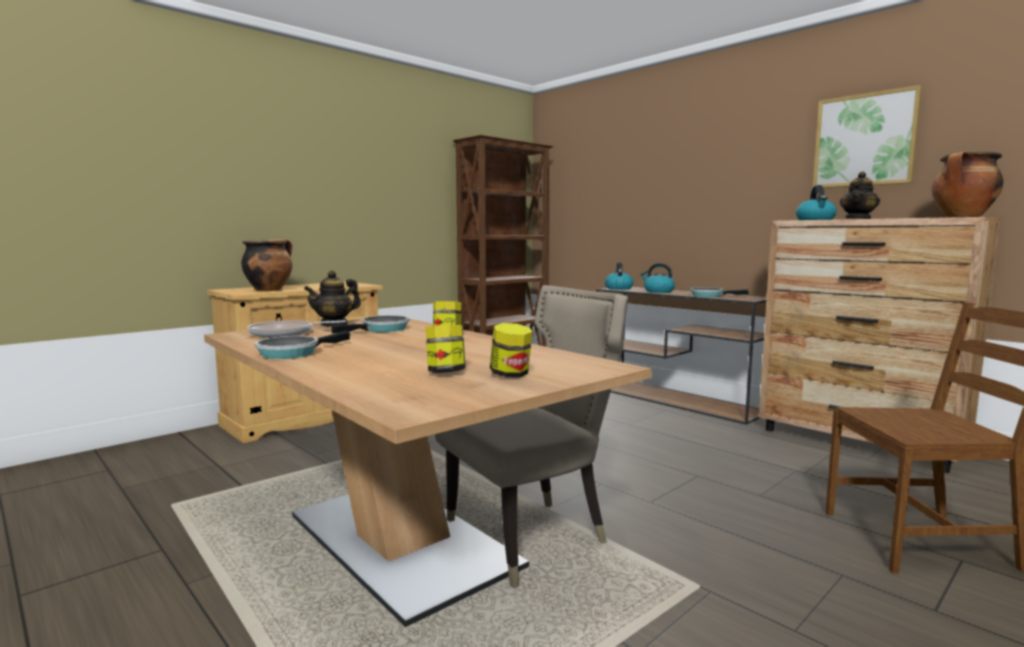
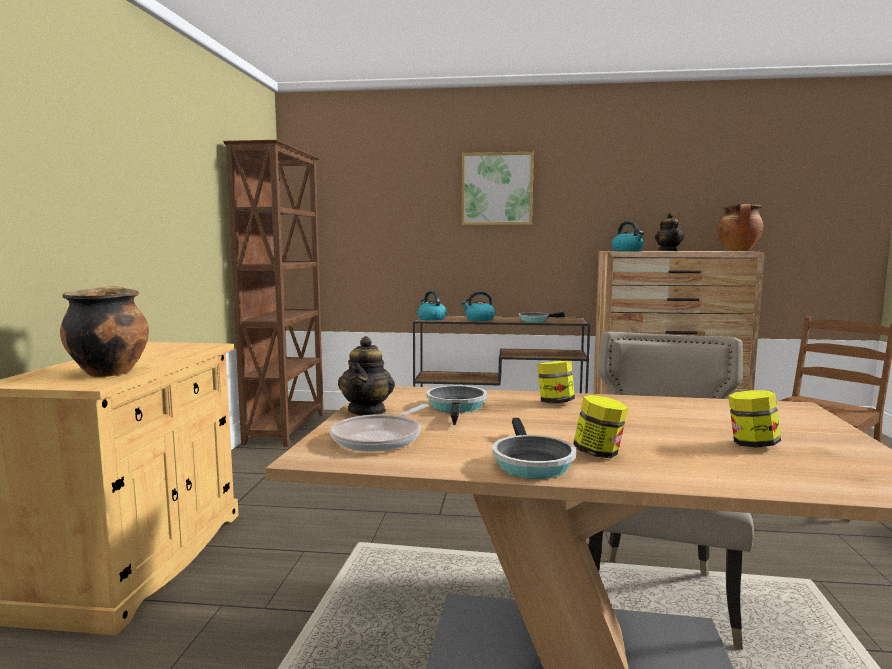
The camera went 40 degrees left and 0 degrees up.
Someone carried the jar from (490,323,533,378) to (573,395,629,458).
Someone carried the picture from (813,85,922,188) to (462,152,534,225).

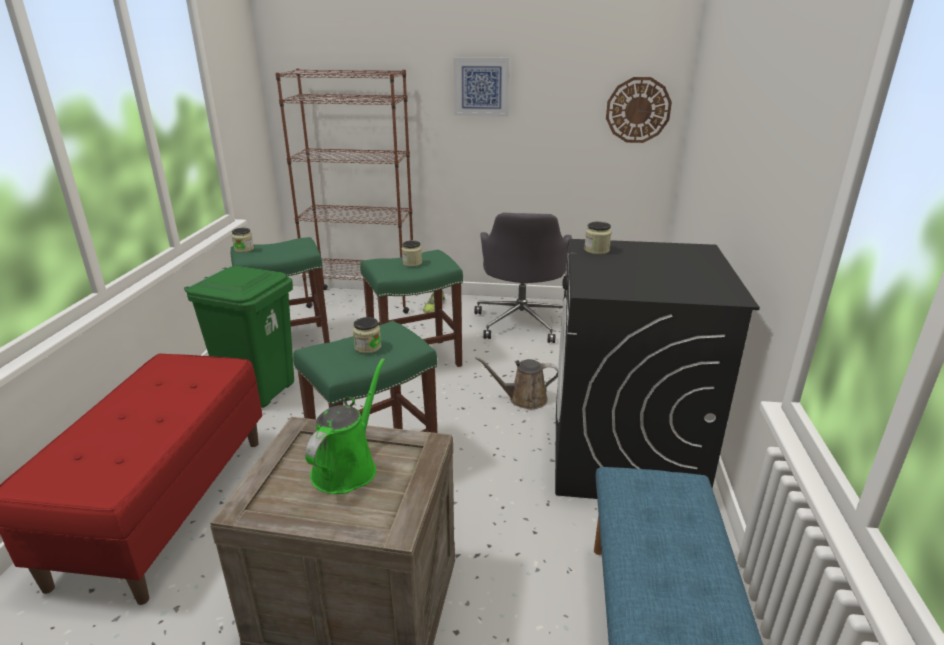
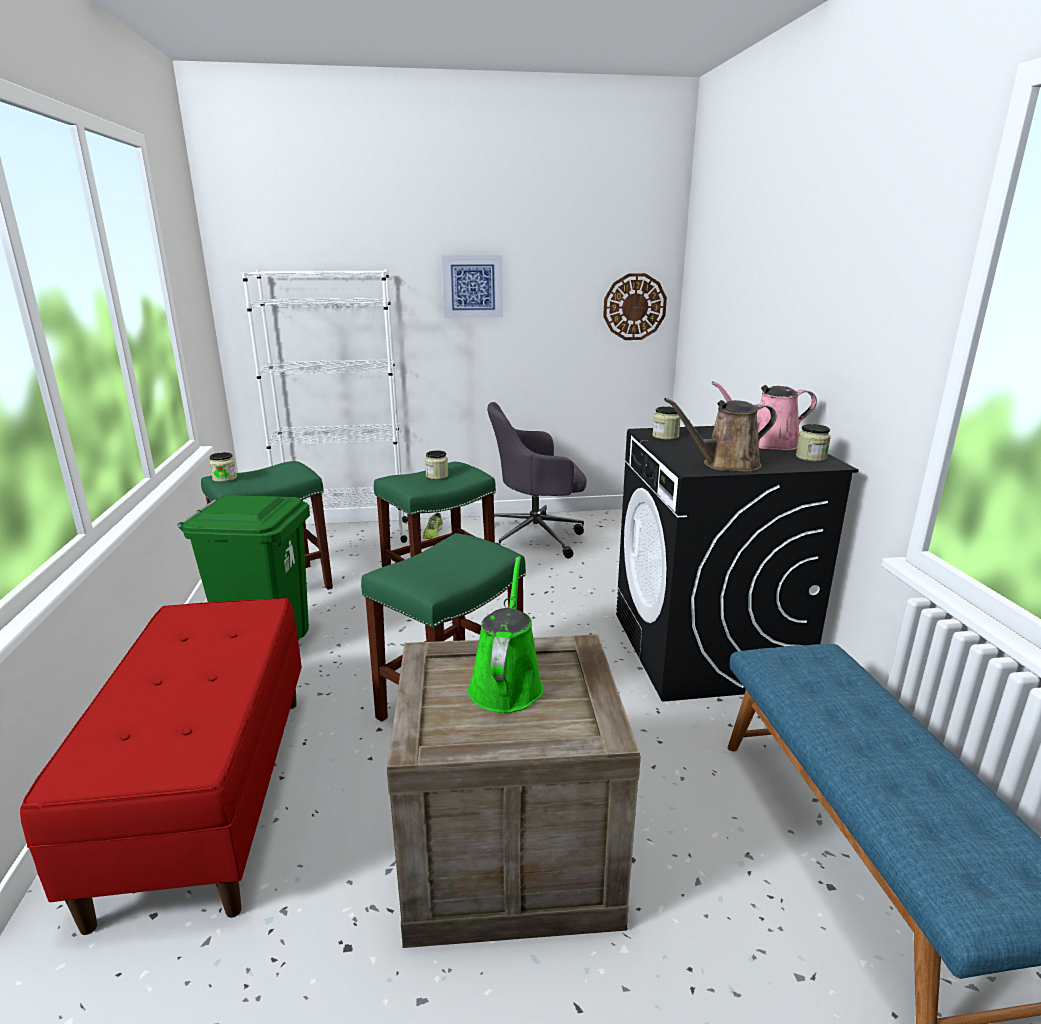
The camera went 15 degrees left and 5 degrees down.
Someone put down the pink watering can at (711,381,817,450).
Someone carried the jar from (353,317,381,353) to (796,424,831,462).
Someone carried the brown watering can from (476,357,558,409) to (664,398,777,472).
Someone repainted the brown bookcase at (275,69,413,314), which became the white bookcase at (242,269,408,543).
Someone rotated the grey office chair at (475,213,572,343) by 90 degrees clockwise.

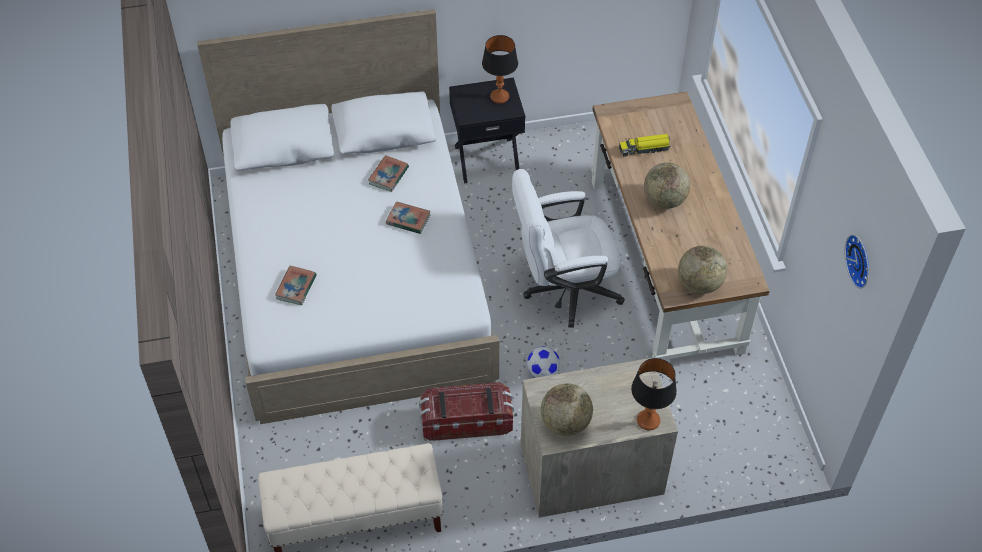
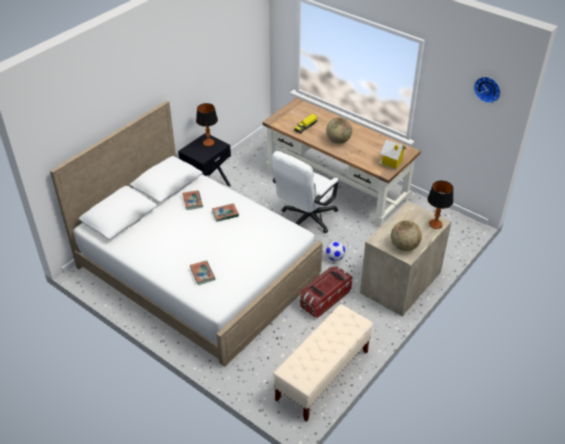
The camera went 40 degrees left and 10 degrees down.
Someone swapped the globe at (678,246,727,294) for the toy house at (378,139,407,170).

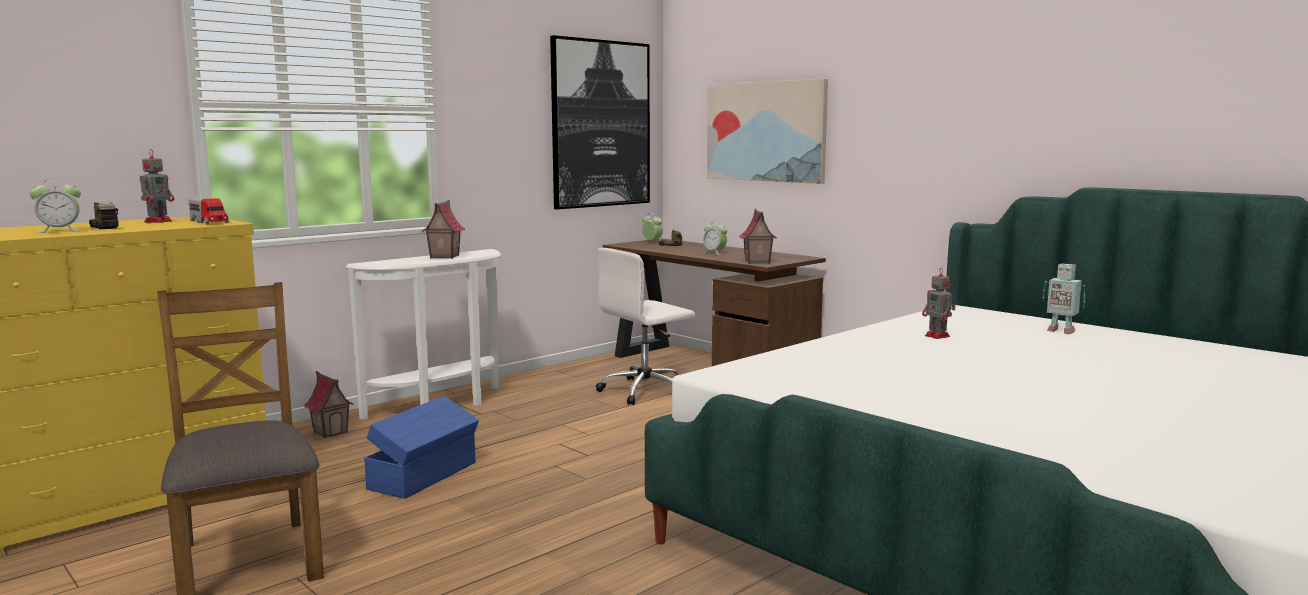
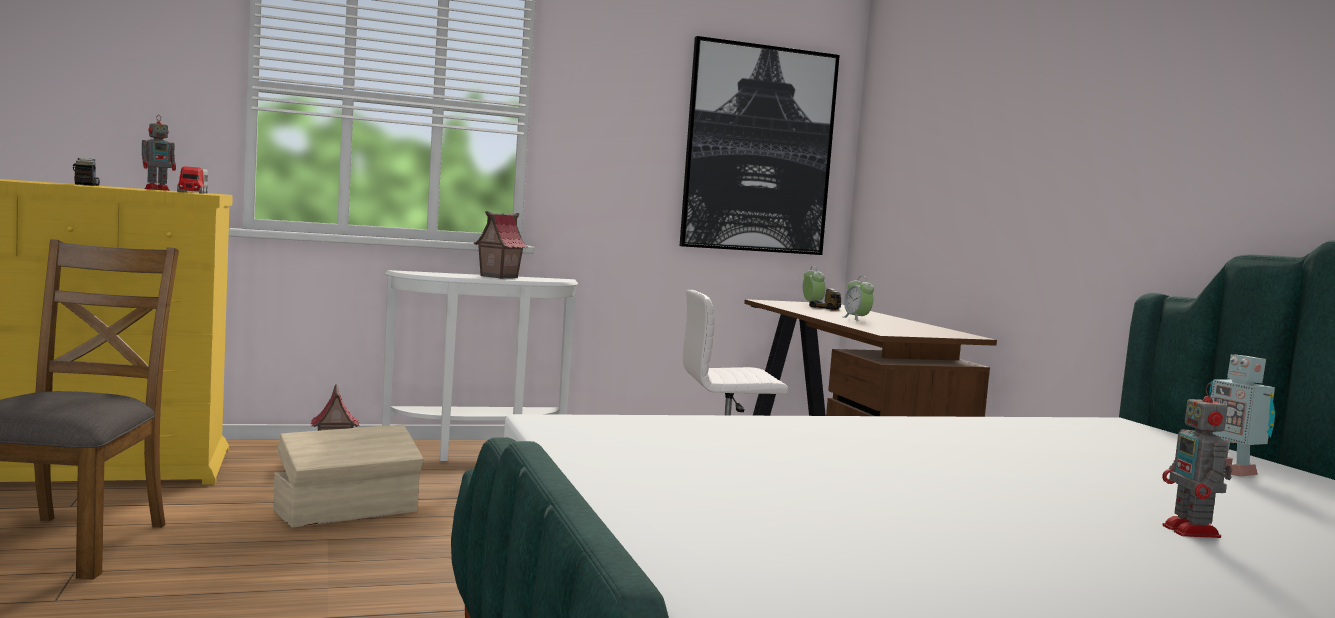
The camera went 25 degrees right and 5 degrees down.
Someone took away the alarm clock at (30,178,81,233).
Someone took away the picture at (707,79,828,184).
Someone took away the toy house at (739,208,778,264).
Someone carried the toy robot from (922,268,955,339) to (1162,383,1232,538).
Someone repainted the blue storage box at (364,396,479,499), which became the beige storage box at (273,425,424,528).

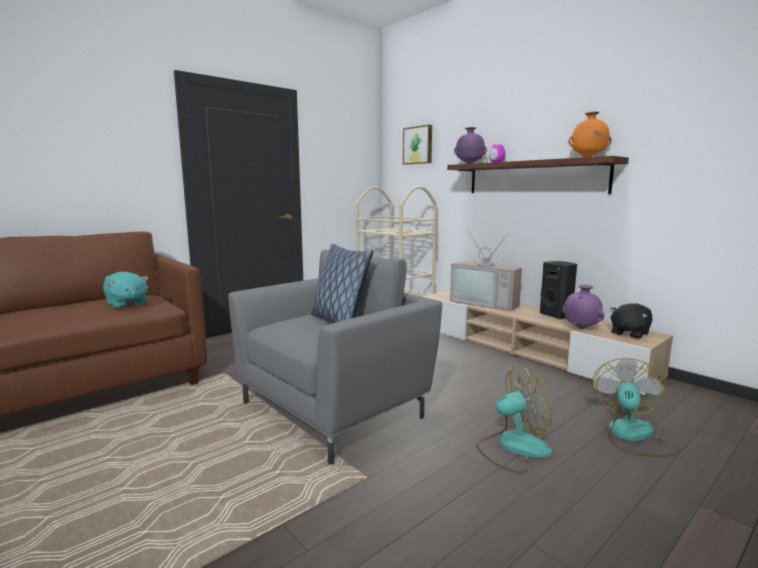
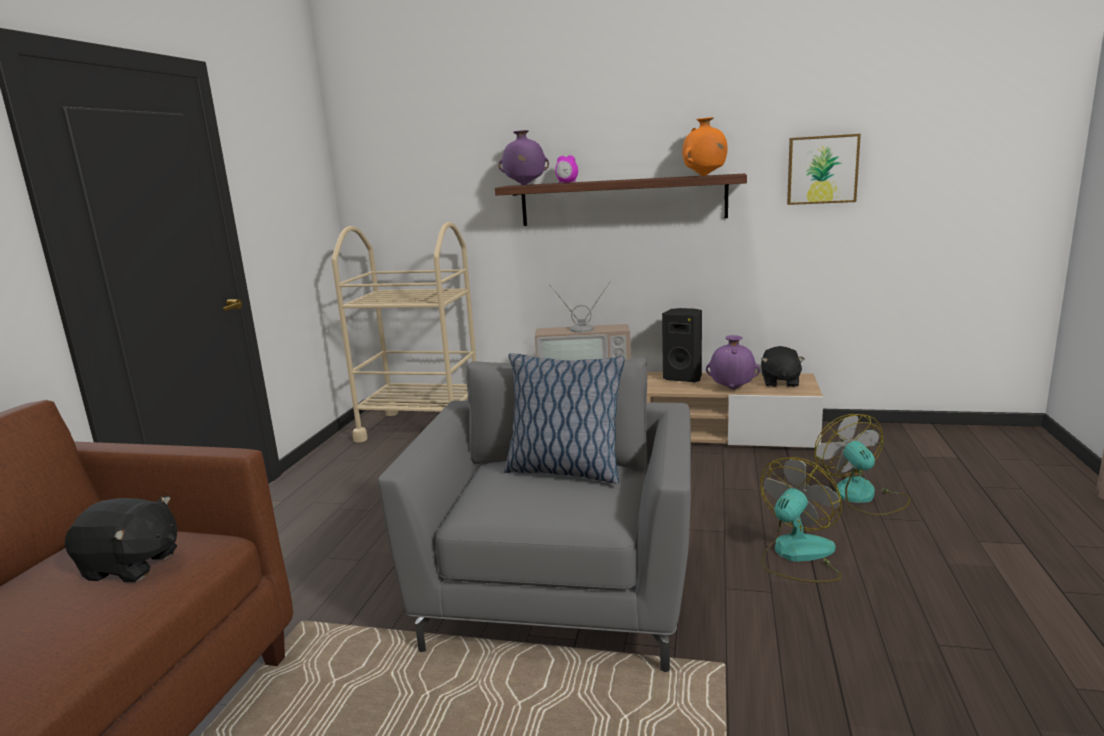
The camera went 35 degrees left and 5 degrees up.
Someone carried the picture from (403,125,432,165) to (787,134,861,205).
Someone repainted the turquoise plush toy at (103,272,149,309), which became the black plush toy at (65,495,177,582).

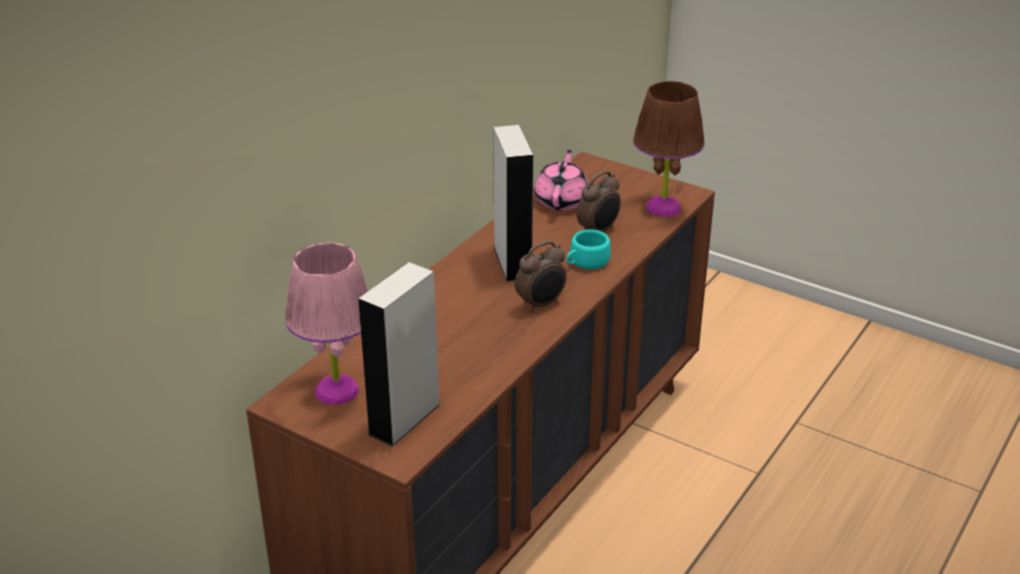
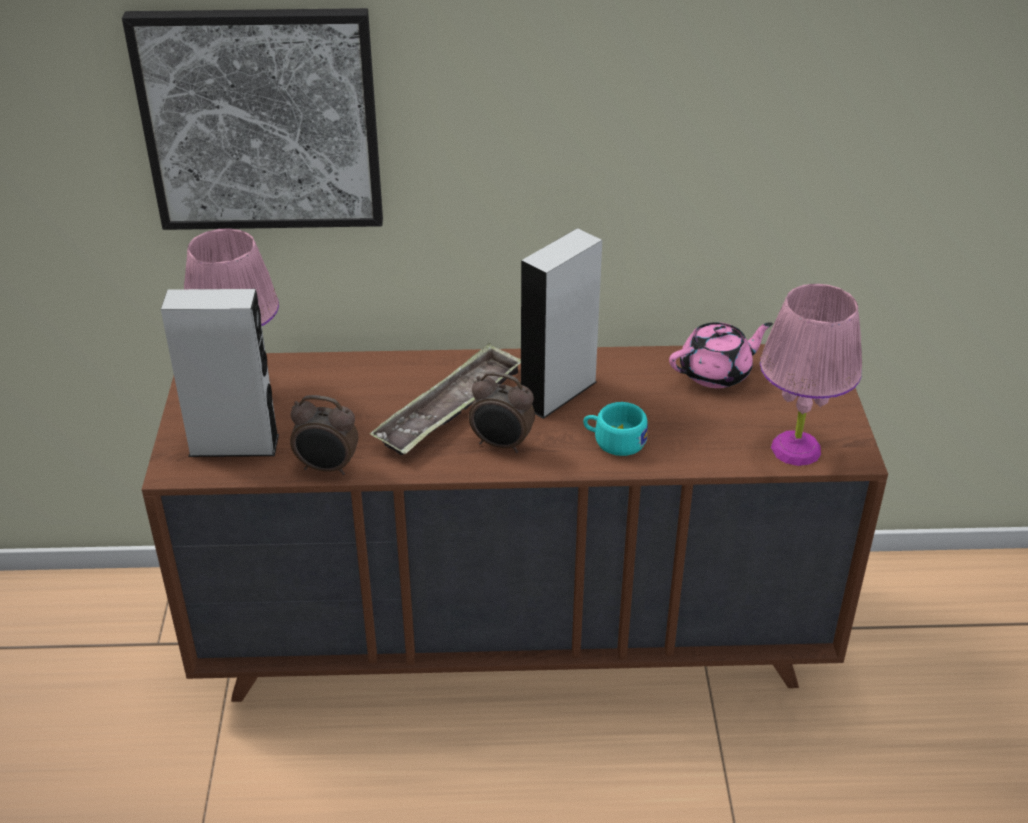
The camera went 55 degrees right and 5 degrees up.
Someone put up the picture at (122,8,383,230).
Someone put down the tray at (369,343,521,456).
Someone carried the alarm clock from (577,171,621,232) to (290,395,358,475).
Someone repainted the brown table lamp at (633,81,705,217), which became the pink table lamp at (760,284,862,466).

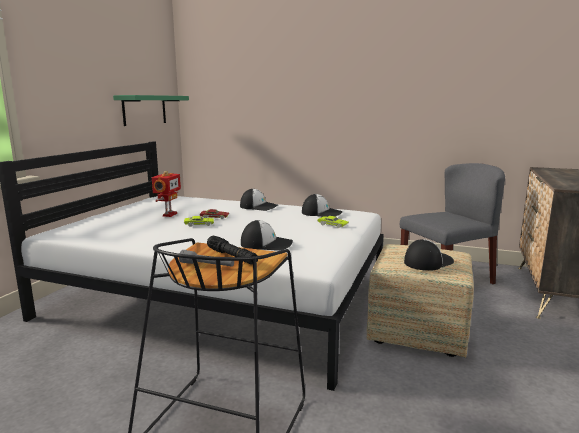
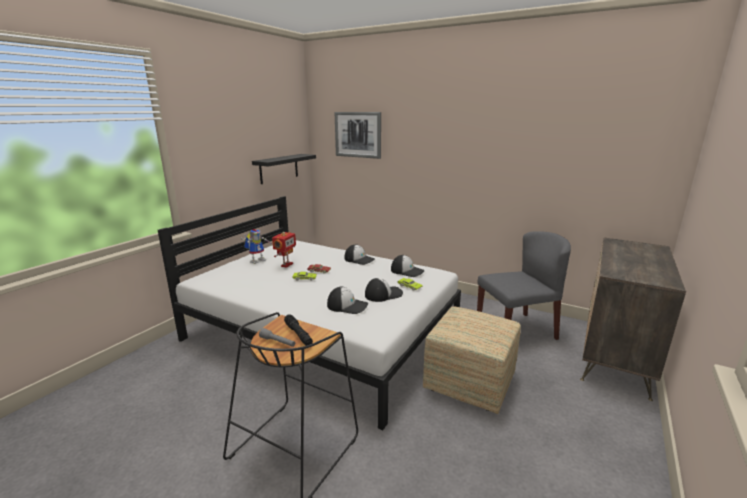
The camera went 10 degrees right and 5 degrees up.
Someone put down the toy robot at (241,229,270,264).
Someone put up the picture at (335,112,381,159).
Someone carried the cap from (404,239,454,271) to (365,278,403,302).
Someone repainted the green shelf at (113,95,189,126), which became the black shelf at (252,154,316,184).

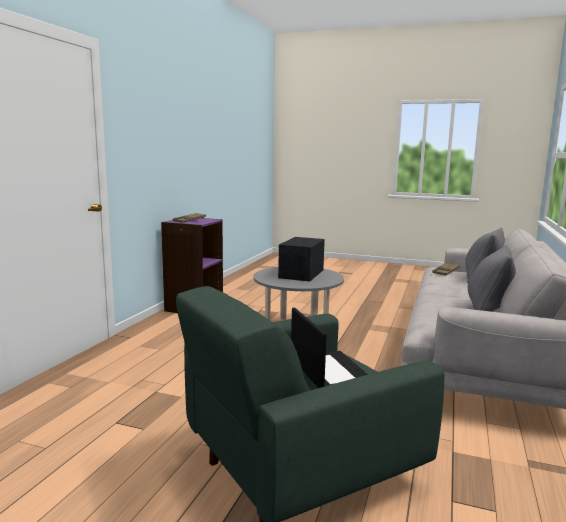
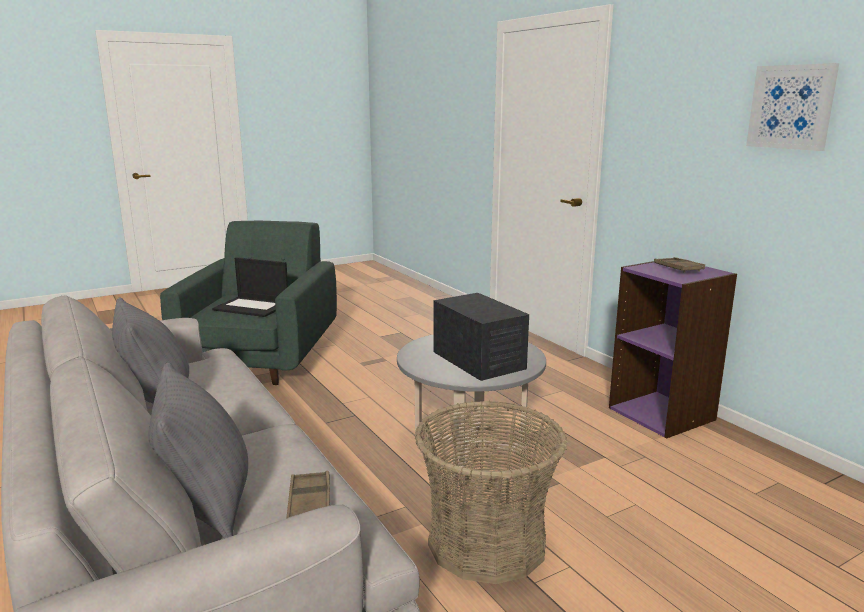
The camera went 130 degrees right and 5 degrees up.
Someone put down the basket at (415,401,568,584).
Someone put up the picture at (746,63,839,151).

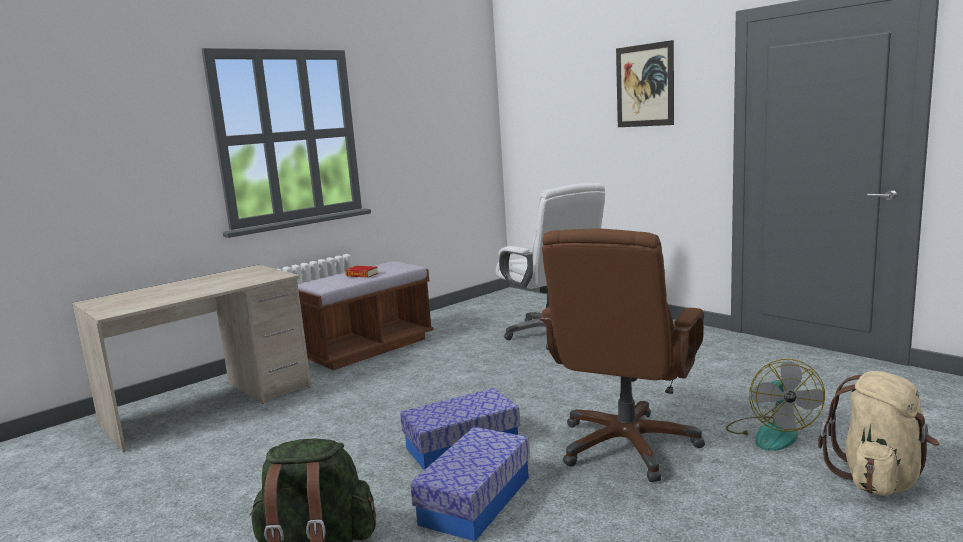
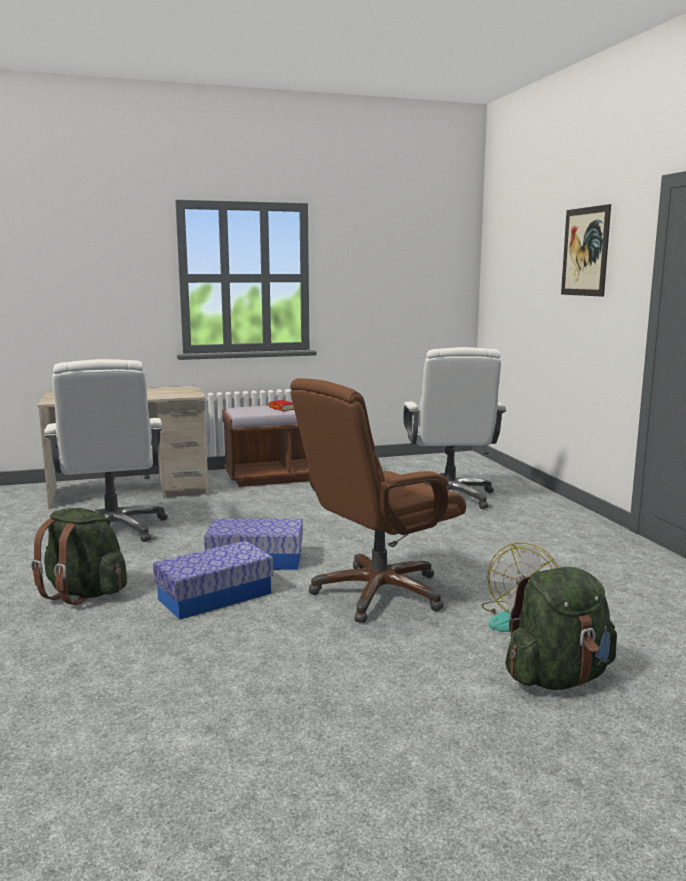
The camera went 25 degrees right and 0 degrees up.
Someone put down the white office chair at (44,359,168,542).
Someone repainted the beige backpack at (818,371,939,496), which became the green backpack at (505,567,617,690).

